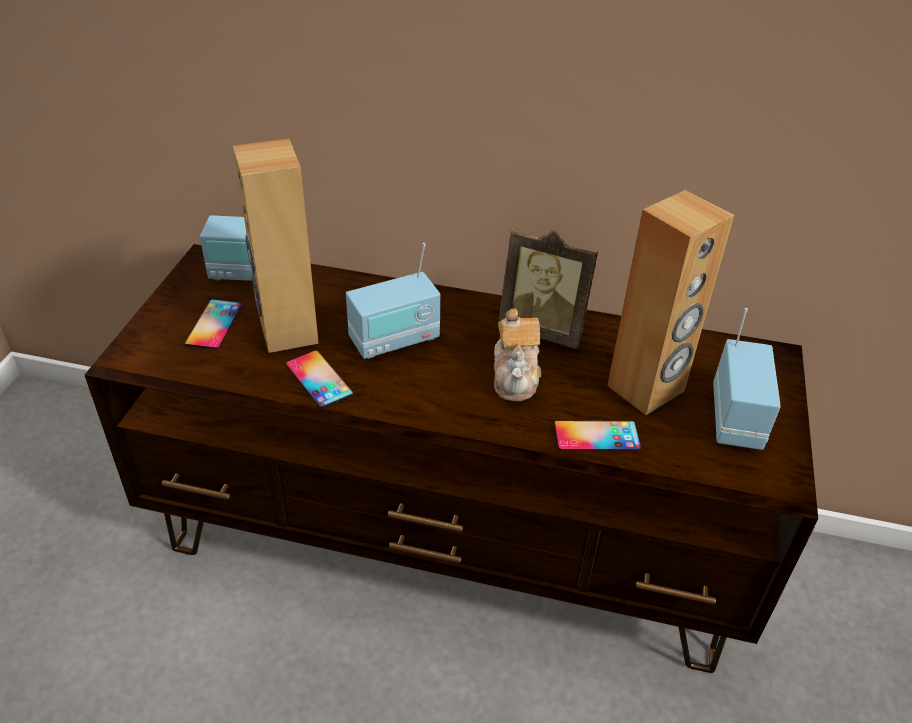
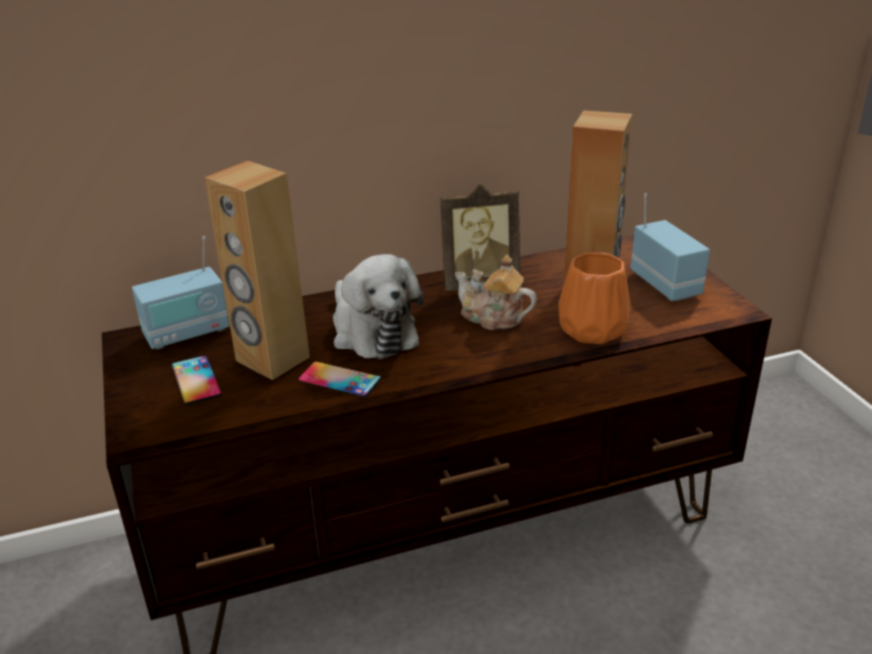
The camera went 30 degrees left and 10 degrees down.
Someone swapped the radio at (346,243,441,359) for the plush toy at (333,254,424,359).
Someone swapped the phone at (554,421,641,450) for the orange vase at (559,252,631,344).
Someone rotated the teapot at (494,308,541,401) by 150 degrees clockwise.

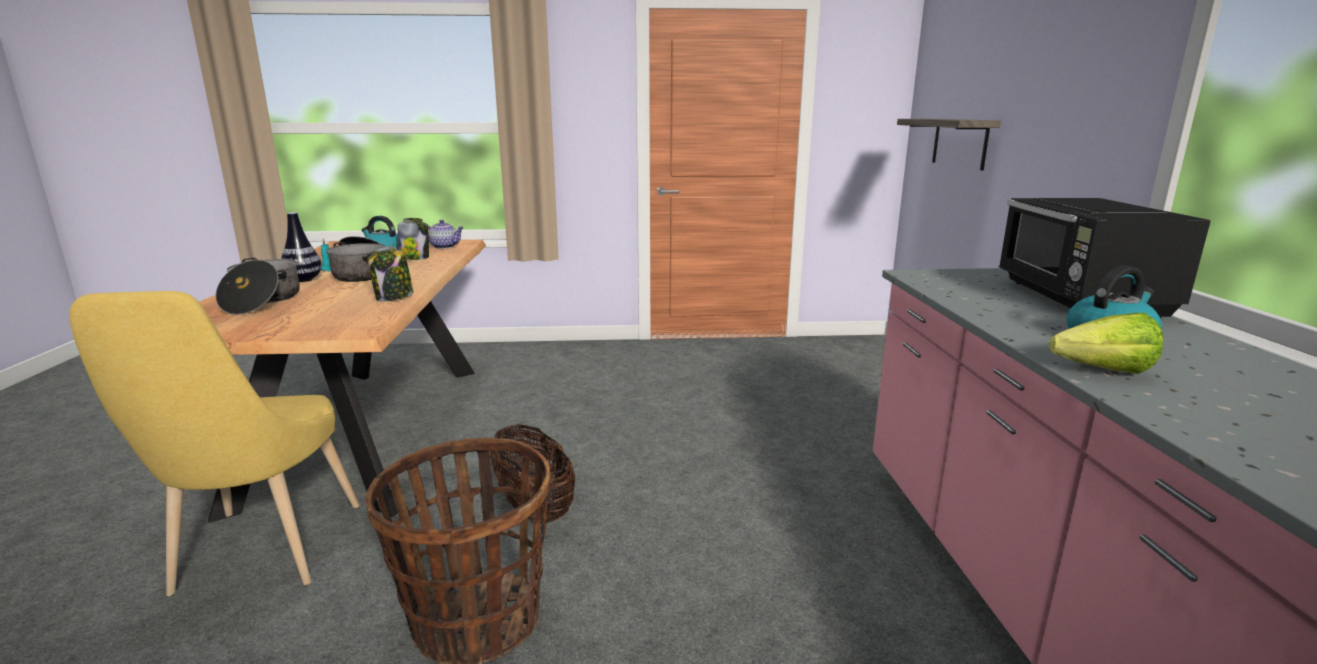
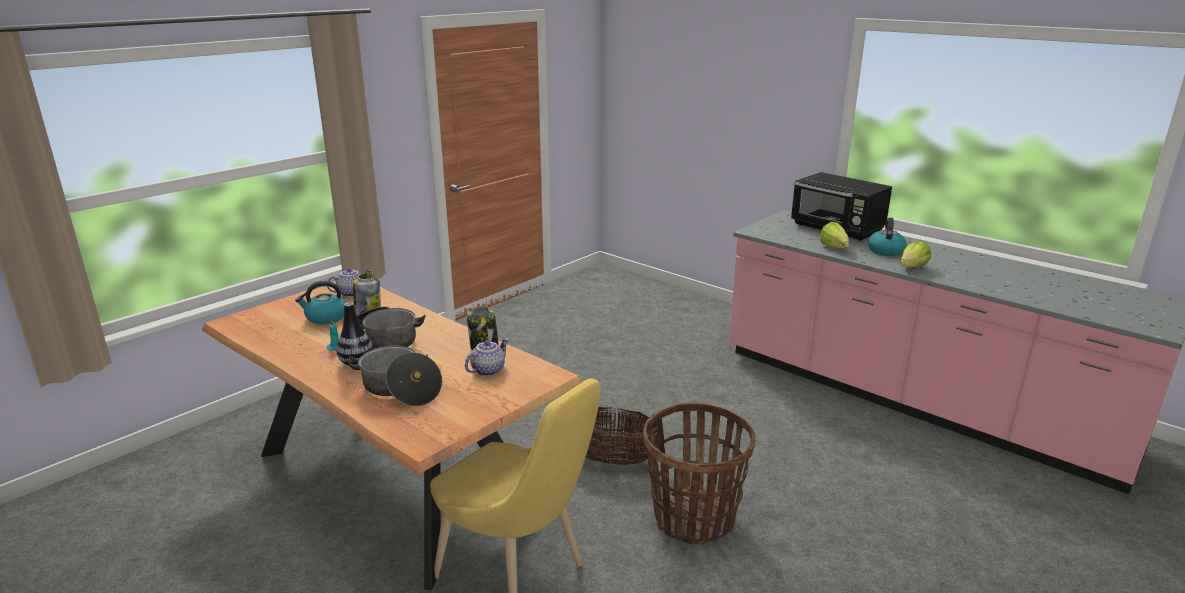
The camera went 45 degrees left and 5 degrees up.
Someone took away the shelf at (897,119,1001,170).
Someone put down the teapot at (465,339,509,376).
Someone put down the lettuce at (820,222,849,248).

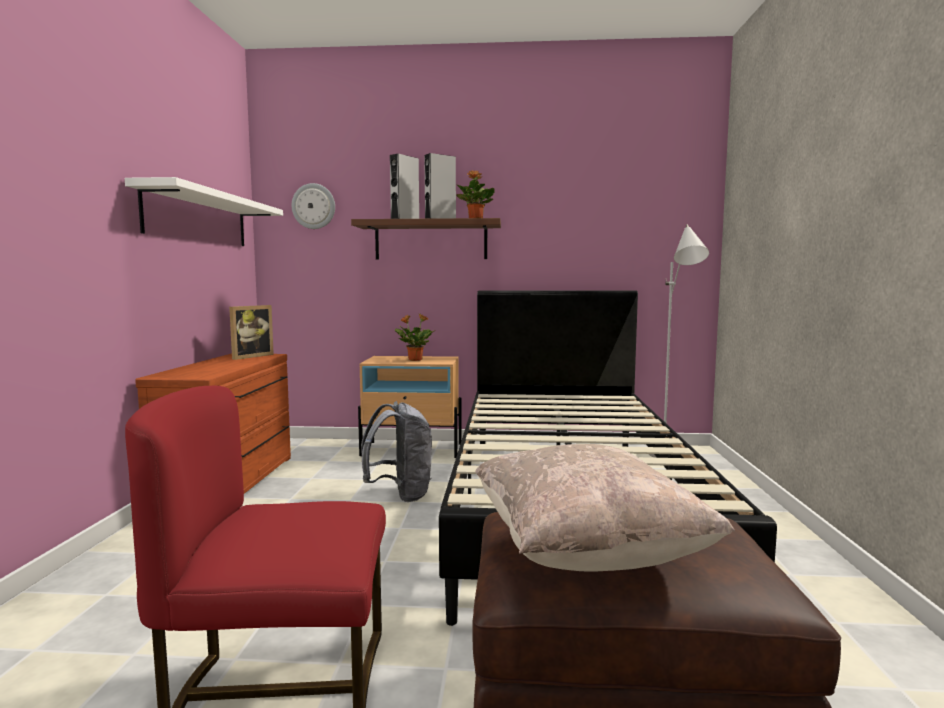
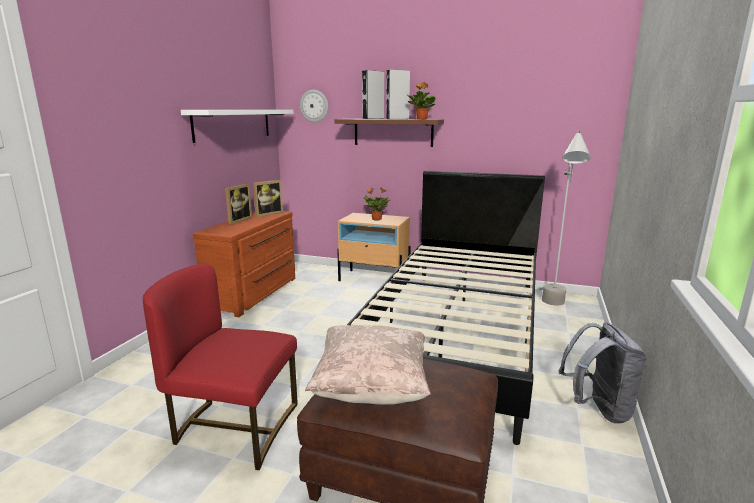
The camera went 15 degrees right and 10 degrees up.
Someone put down the picture frame at (225,184,252,224).
Someone carried the grey backpack from (361,401,432,502) to (559,322,646,424).

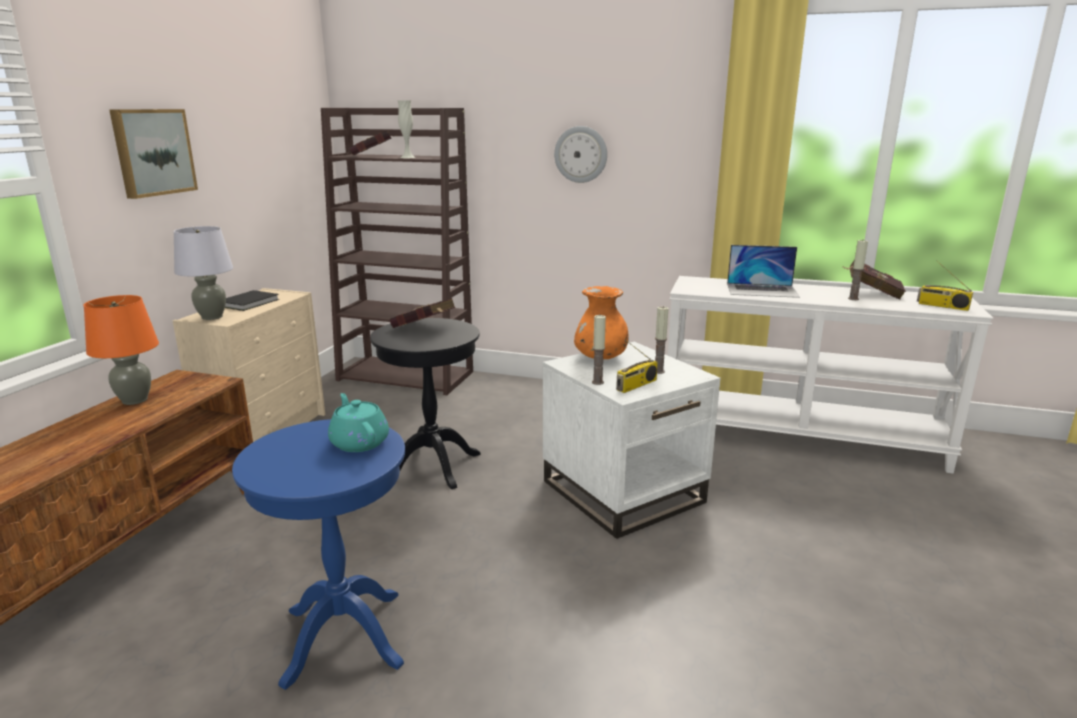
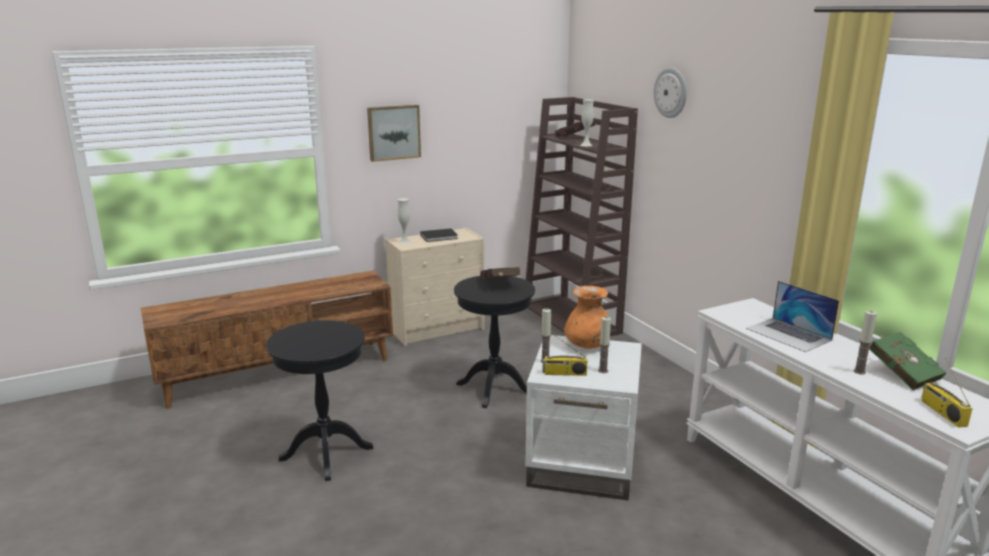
The camera went 45 degrees right and 0 degrees up.
Someone took away the orange table lamp at (83,295,159,405).
Someone took away the turquoise teapot at (328,393,389,452).
Someone carried the wall clock from (554,126,607,183) to (654,67,687,118).
Someone swapped the grey table lamp at (173,226,233,320) for the white vase at (398,198,411,244).
Someone repainted the blue side table at (232,419,405,690), which became the black side table at (266,320,374,481).
Someone repainted the red book at (841,261,906,300), which became the green book at (869,332,946,390).

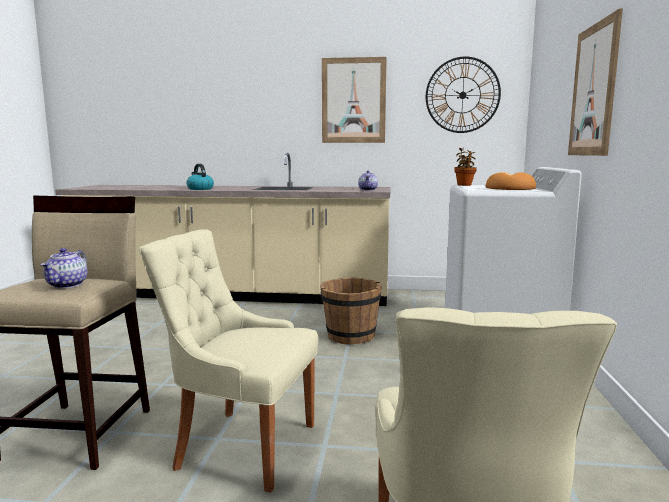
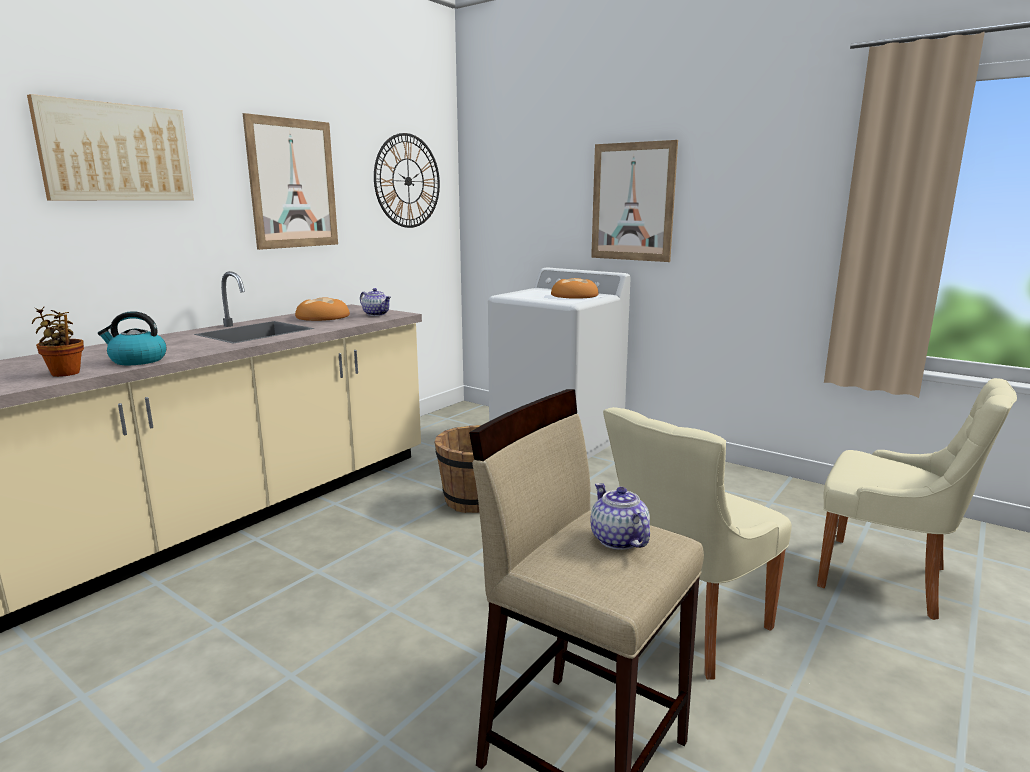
The camera went 60 degrees left and 5 degrees up.
Someone put up the picture at (27,94,194,200).
Someone put down the bread at (295,297,350,321).
Someone carried the potted plant from (454,148,477,186) to (32,307,84,377).
Someone rotated the teapot at (41,248,87,288) by 150 degrees counterclockwise.

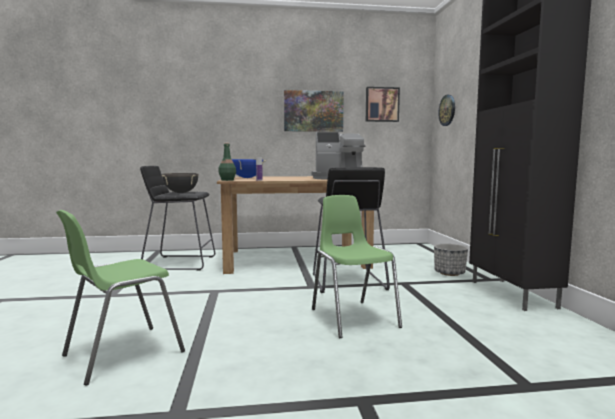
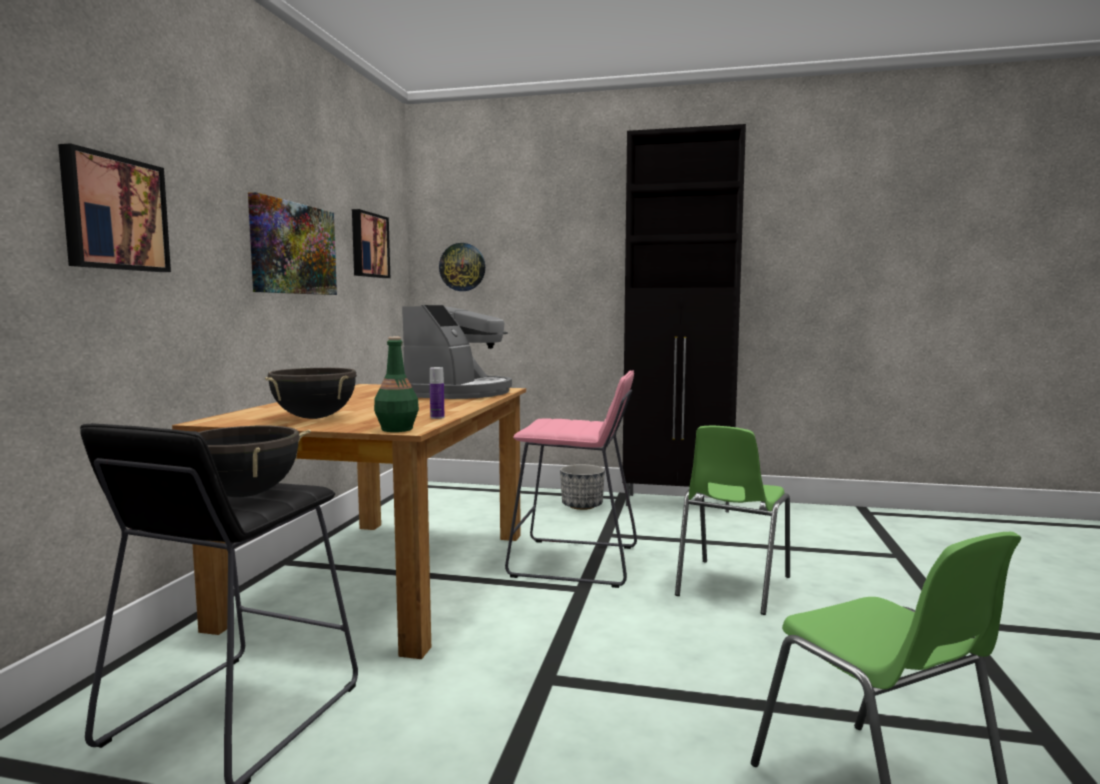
The camera went 70 degrees left and 0 degrees up.
Someone put up the picture at (58,143,171,272).
Someone repainted the blue cooking pot at (232,159,266,178), which became the black cooking pot at (265,368,357,419).
Someone repainted the black stool at (313,167,390,293), which became the pink stool at (505,370,637,588).
Someone rotated the green chair at (312,195,402,338) by 60 degrees counterclockwise.

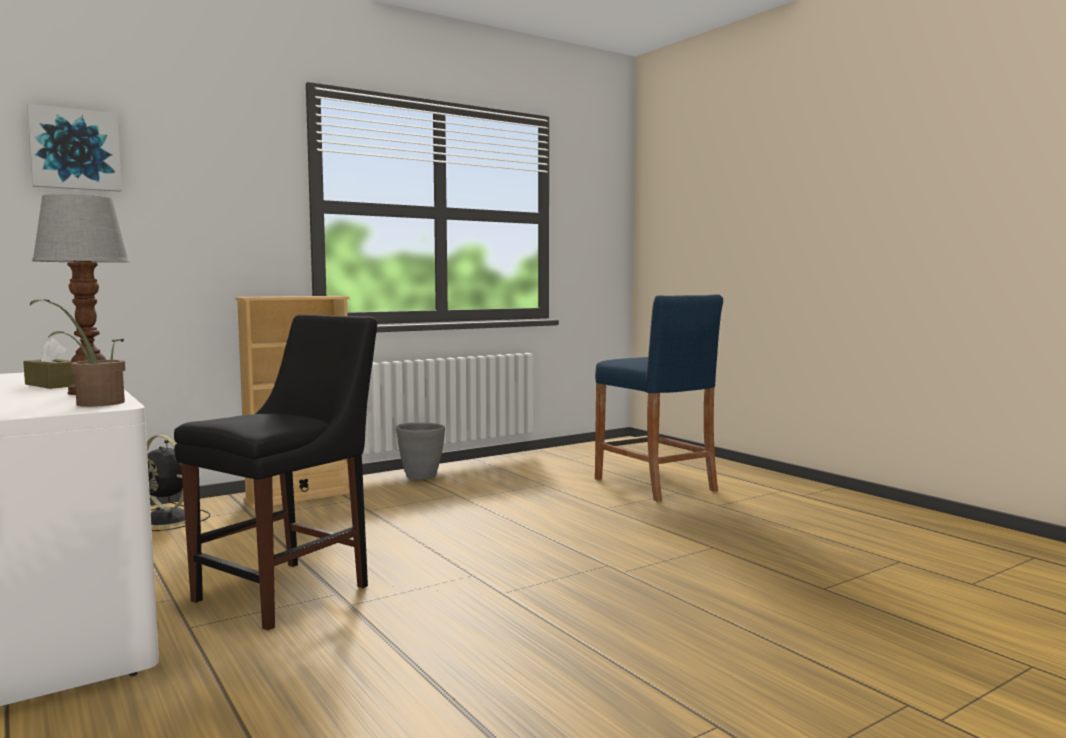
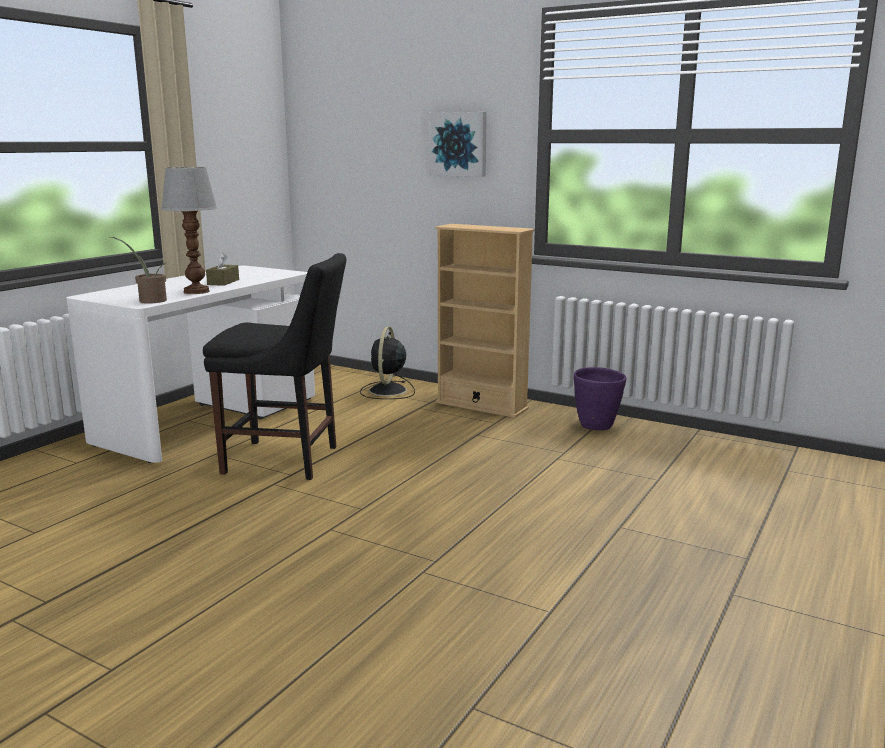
The camera went 65 degrees right and 10 degrees up.
Someone took away the blue stool at (595,294,723,502).
Someone carried the picture from (27,104,122,192) to (429,112,487,177).
Someone repainted the grey planter at (396,423,445,480), which became the purple planter at (574,367,626,430).

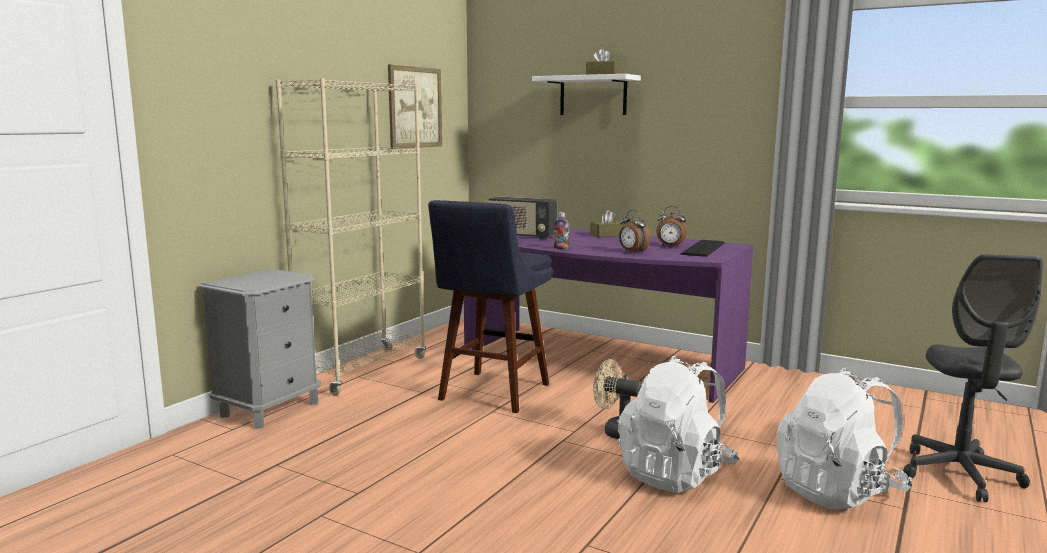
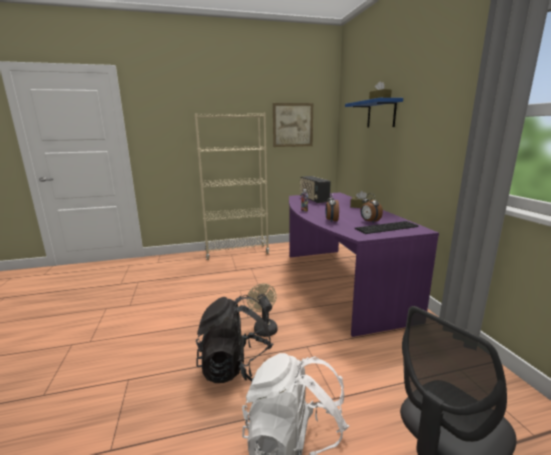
The camera went 45 degrees right and 5 degrees up.
Someone took away the grey nightstand at (200,269,321,429).
Someone took away the blue stool at (428,200,553,413).
Someone repainted the white shelf at (532,74,641,115), which became the blue shelf at (345,98,403,128).
Someone repainted the white backpack at (618,355,739,493), which became the black backpack at (196,295,273,383).

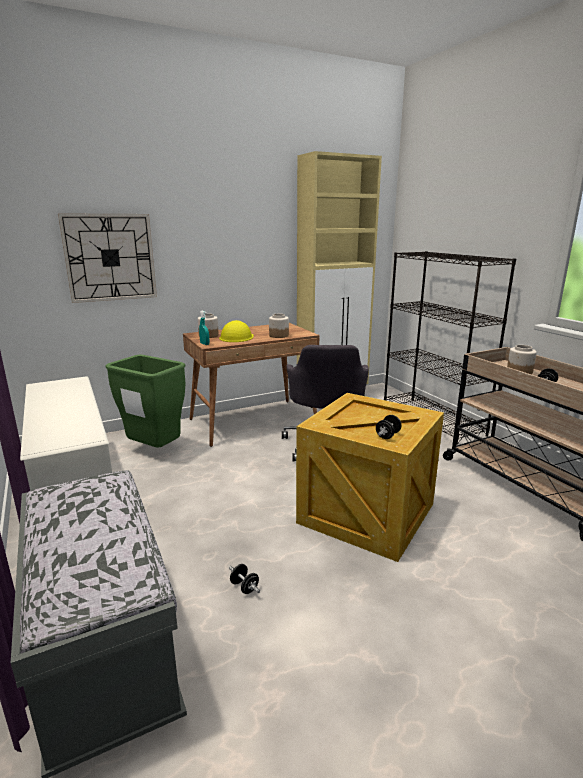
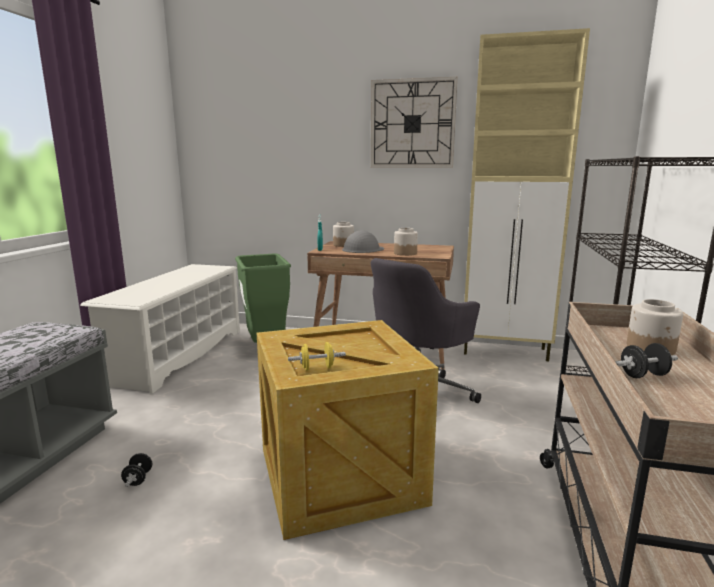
The camera went 40 degrees right and 5 degrees down.
Someone carried the wall clock from (58,213,157,303) to (371,77,458,168).
Someone repainted the yellow hard hat at (219,320,254,342), which became the grey hard hat at (342,230,384,253).
Someone repainted the black dumbbell at (376,415,402,439), which became the yellow dumbbell at (288,342,346,371).

